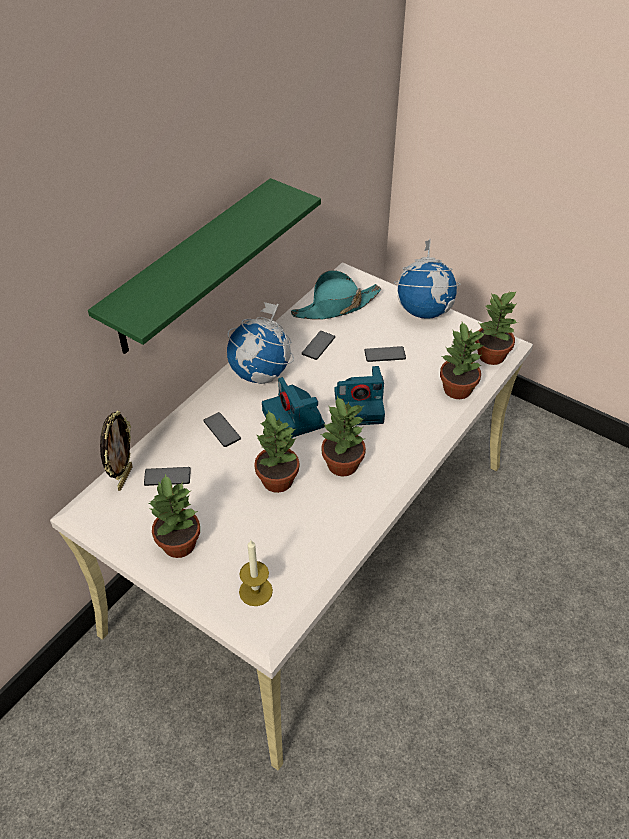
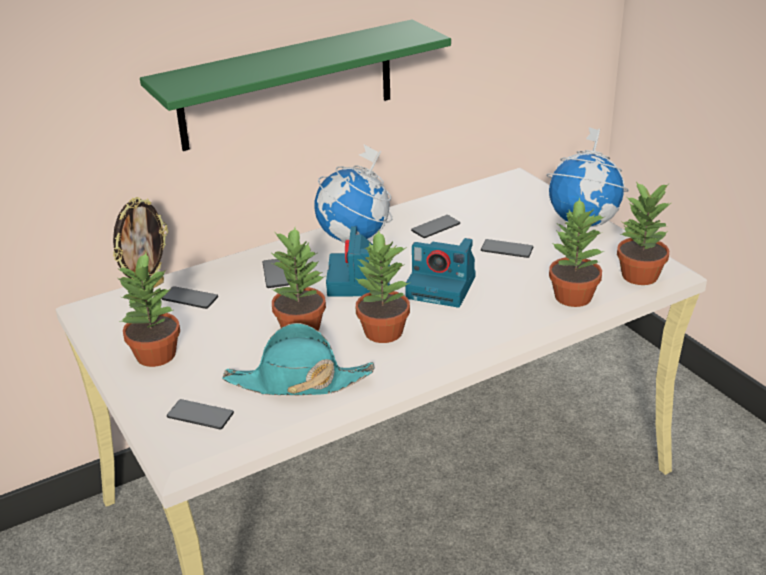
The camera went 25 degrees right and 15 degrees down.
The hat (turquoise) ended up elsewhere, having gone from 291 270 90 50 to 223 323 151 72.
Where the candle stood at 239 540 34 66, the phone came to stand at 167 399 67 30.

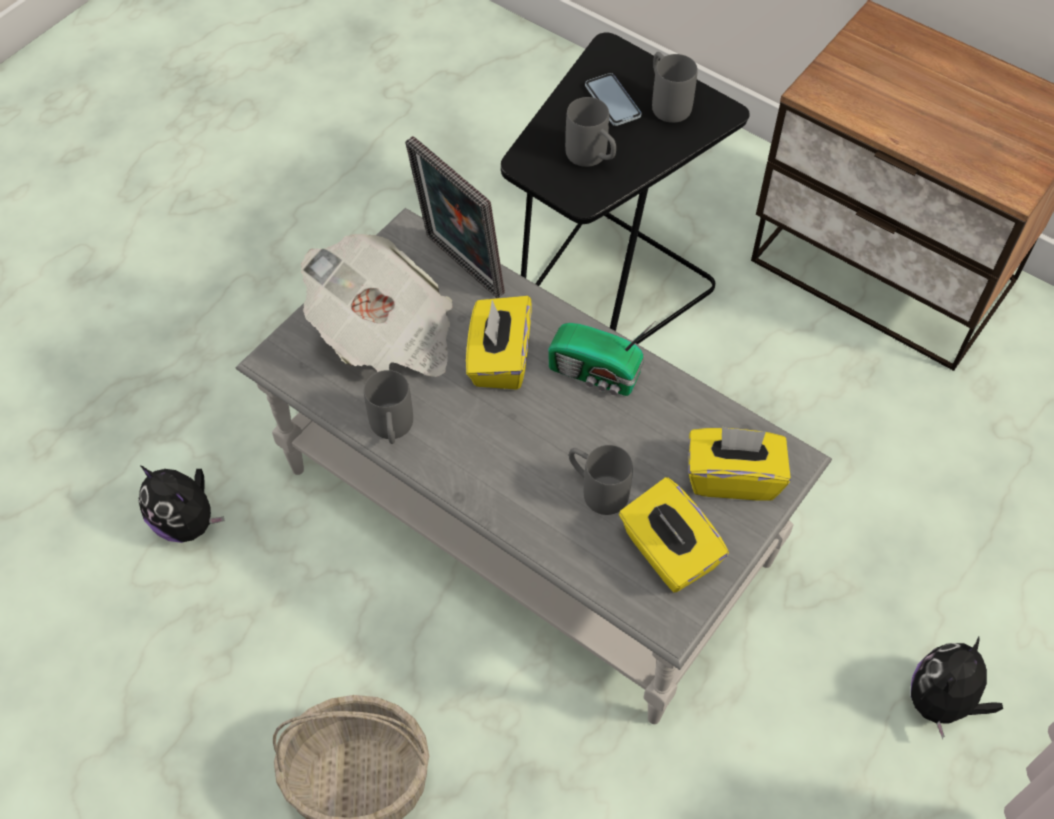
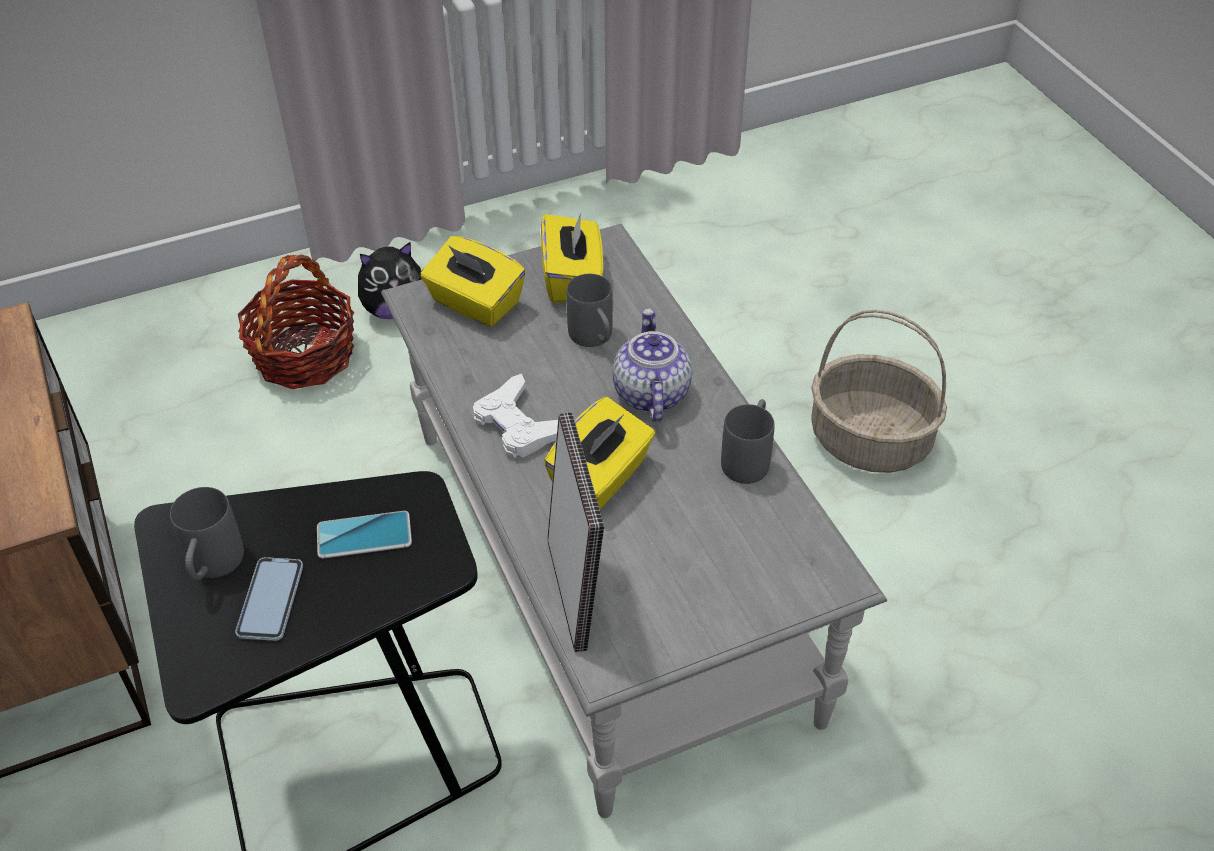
The camera went 150 degrees left and 10 degrees down.
Where the mug (grey) stood at 565 97 51 70, the phone came to stand at 317 511 95 48.
The second view lost the newspaper at 301 234 152 143.
Where the radio stood at 548 321 108 75, the game controller (white) came to stand at 473 374 85 84.
The second view lost the plush toy at 138 465 87 78.
The second view gained the basket at 238 255 116 134.
The second view gained the teapot at 613 308 79 114.

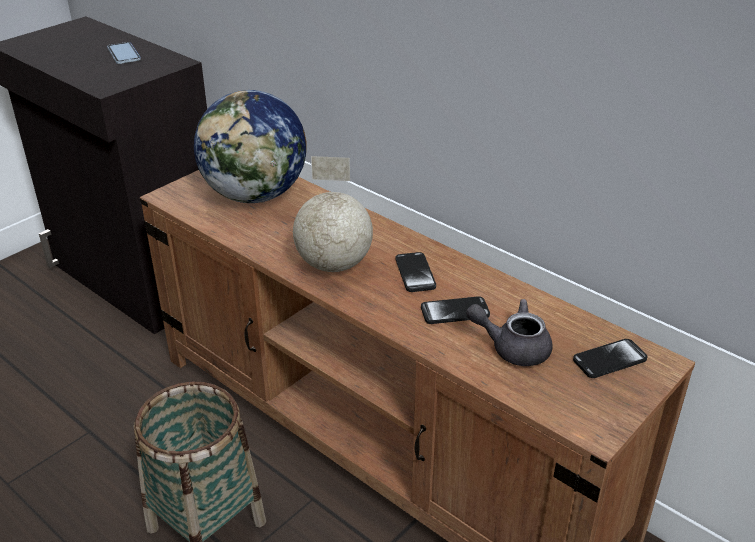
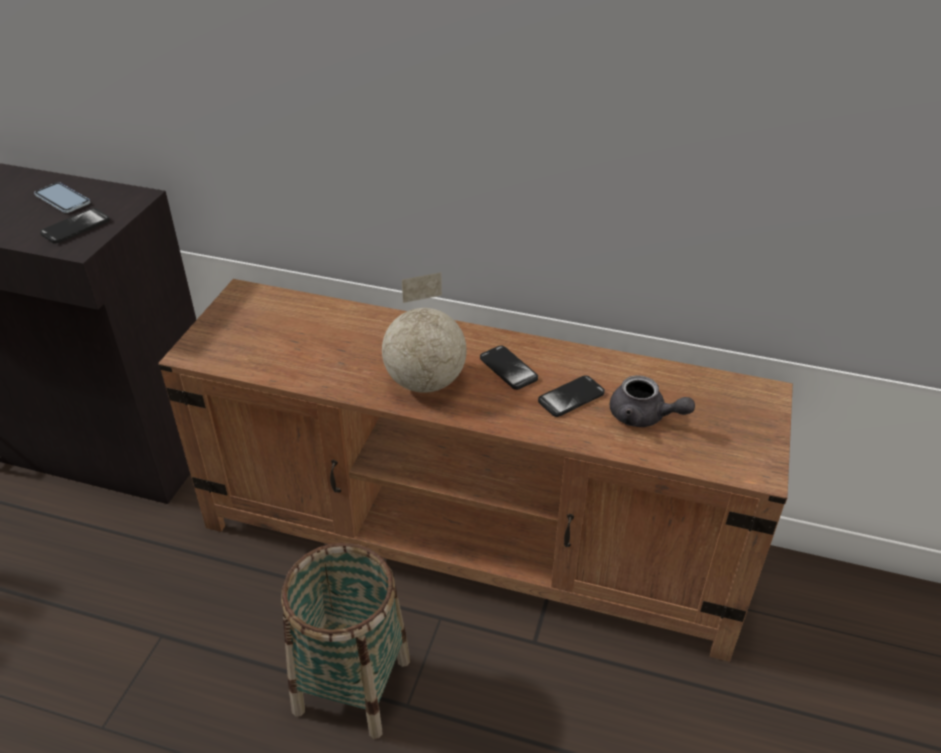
The camera went 25 degrees left and 5 degrees up.
The second view lost the globe at 194 90 113 113.
The teapot (grey) at 466 299 87 67 ended up facing another way, 135 degrees counterclockwise from before.
The phone ended up elsewhere, having gone from 573 339 75 39 to 40 208 70 36.

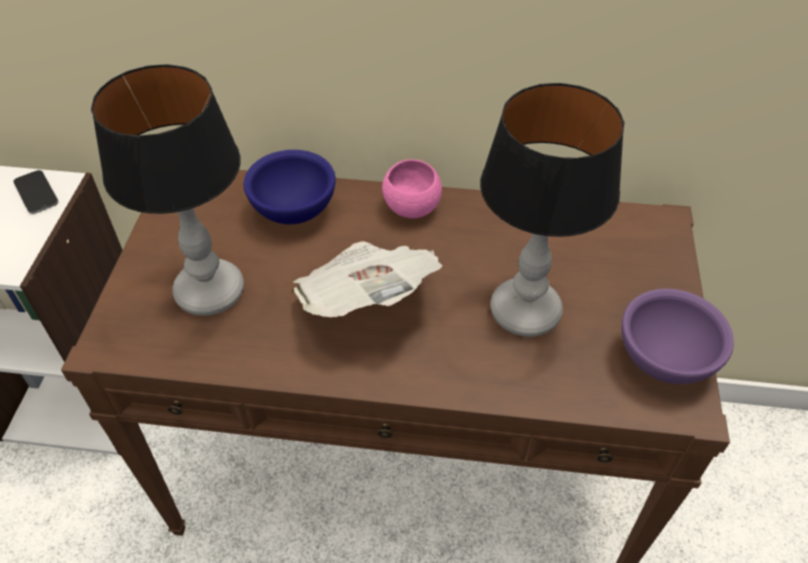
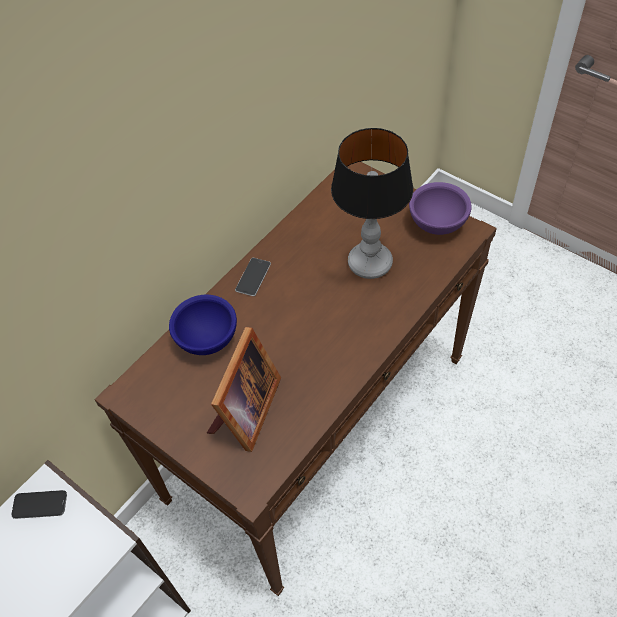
The camera went 55 degrees left and 5 degrees up.
Where the table lamp stood at 91 64 153 252, the picture frame came to stand at 207 327 74 125.
Where the bowl (pink) stood at 382 159 60 59, the phone came to stand at 235 258 36 38.
The second view lost the newspaper at 294 241 148 76.

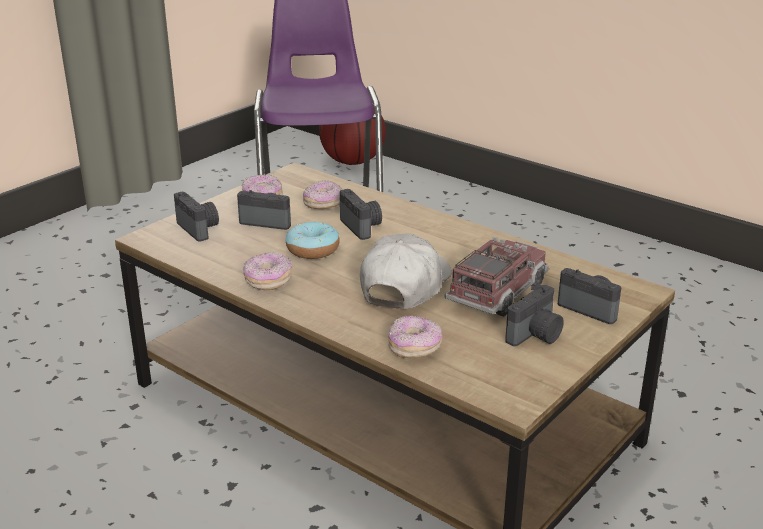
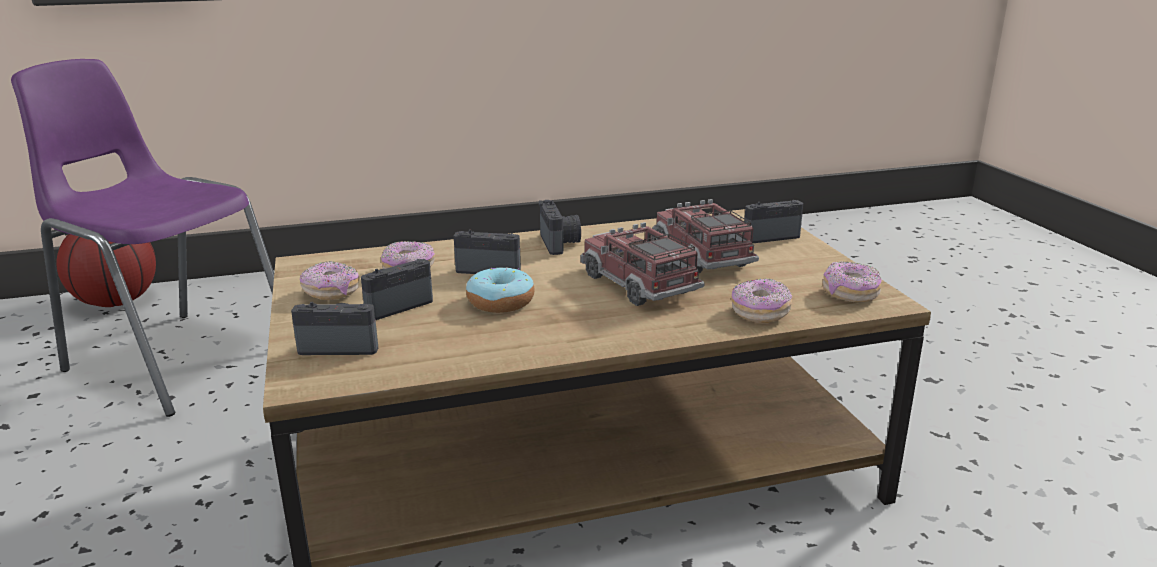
The camera went 55 degrees left and 5 degrees down.
Where the cap (white) stood at 360 233 92 76, the toy truck came to stand at 580 222 125 84.
The donut ended up elsewhere, having gone from 243 252 49 38 to 822 261 59 41.
The photo camera ended up elsewhere, having gone from 505 284 59 62 to 539 200 42 55.

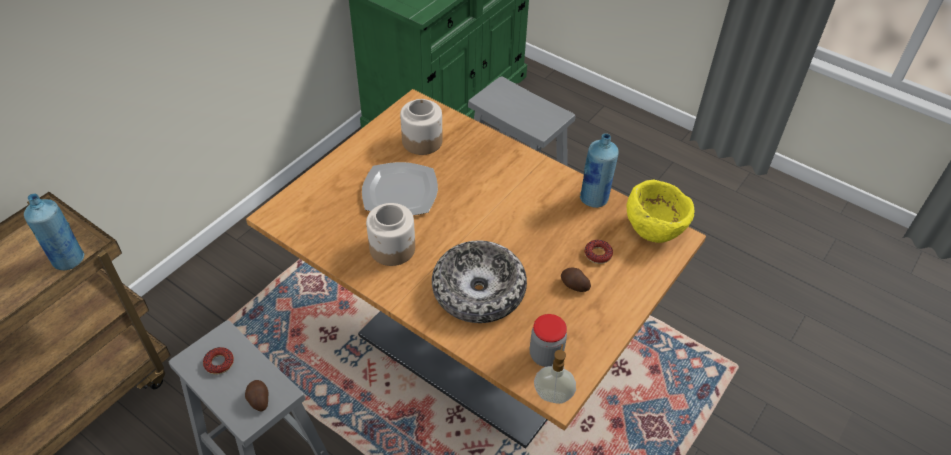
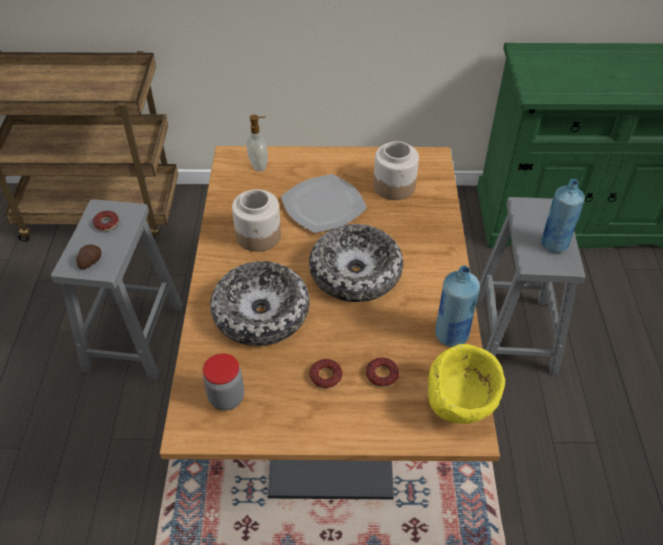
The camera went 55 degrees right and 0 degrees up.
The bottle (blue) ended up elsewhere, having gone from 24 194 60 77 to 541 179 44 74.
Where the potato stood at 561 268 30 24, the donut came to stand at 309 359 34 30.
The soap dispenser ended up elsewhere, having gone from 534 344 42 60 to 246 115 22 57.
The second view gained the bowl at 309 224 94 78.

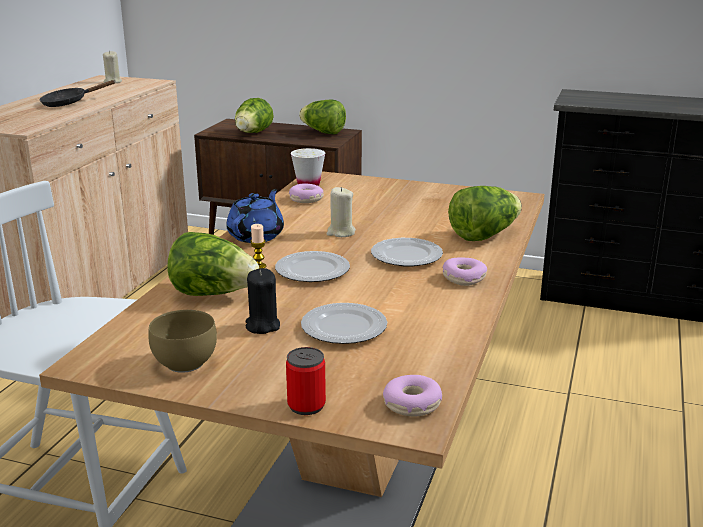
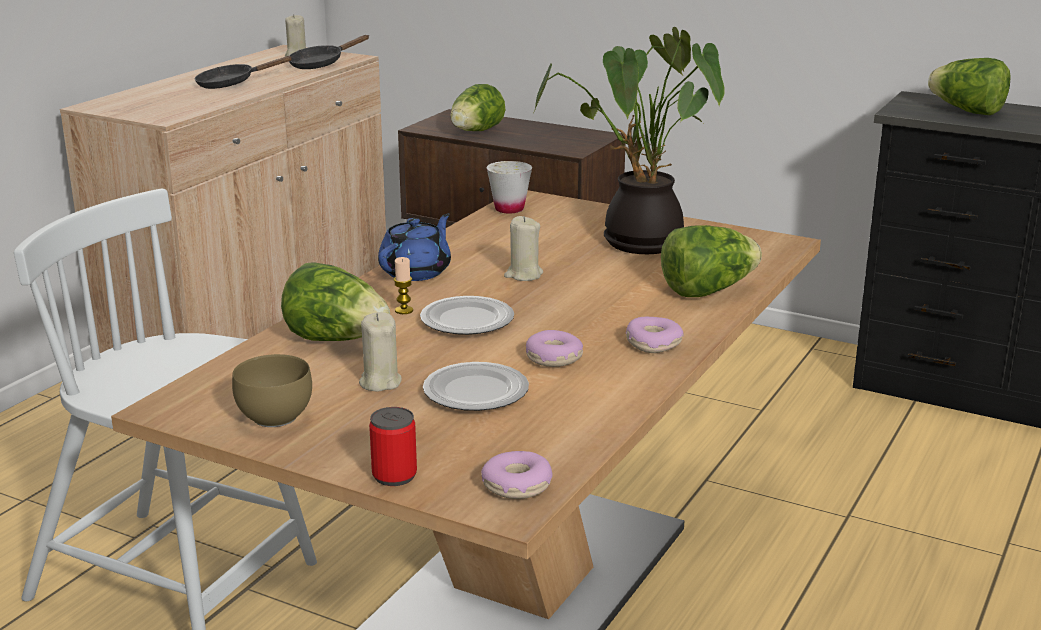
The camera went 10 degrees right and 0 degrees up.
The lettuce ended up elsewhere, having gone from 299 99 47 35 to 928 58 83 57.
The donut ended up elsewhere, having gone from 289 183 35 20 to 526 330 57 37.
The second view lost the plate at 371 238 72 29.
What was the candle (black) at 246 268 34 66 turned into the candle (beige) at 359 312 43 80.
The second view gained the potted plant at 533 27 192 227.
The second view gained the frying pan (black) at 289 35 80 34.

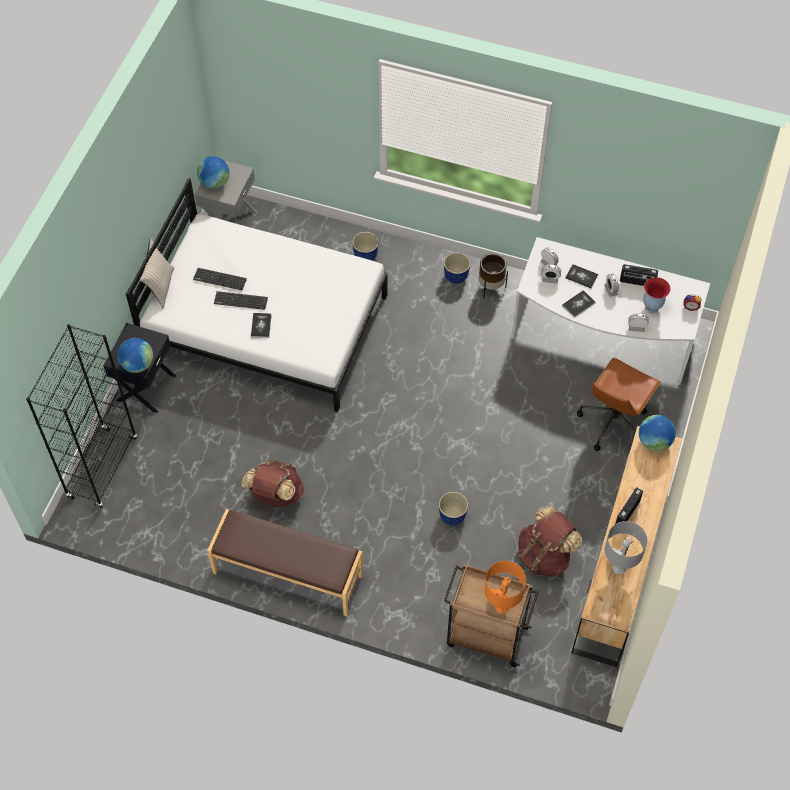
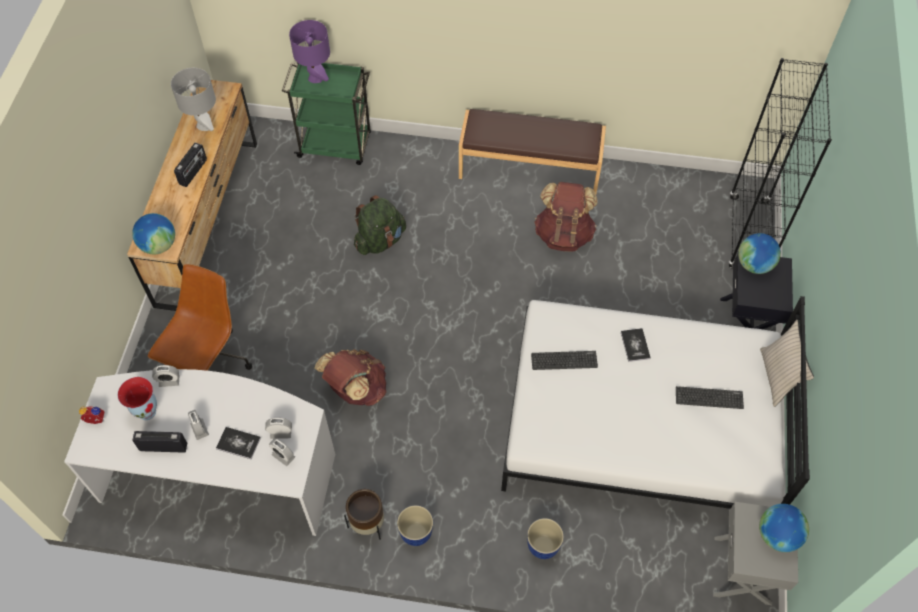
The camera went 170 degrees right and 0 degrees up.
The second view lost the book at 562 290 33 27.
The keyboard ended up elsewhere, having gone from 214 291 54 19 to 531 351 67 19.
Where the planter stood at 439 492 29 33, the backpack (green) came to stand at 354 195 52 60.
The backpack (brown) ended up elsewhere, having gone from 518 506 64 71 to 315 349 71 57.
What was the table lamp (orange) at 484 561 42 52 turned into the table lamp (purple) at 289 20 41 63.
What was the cart (brown) at 444 564 95 103 turned into the cart (green) at 282 62 89 103.

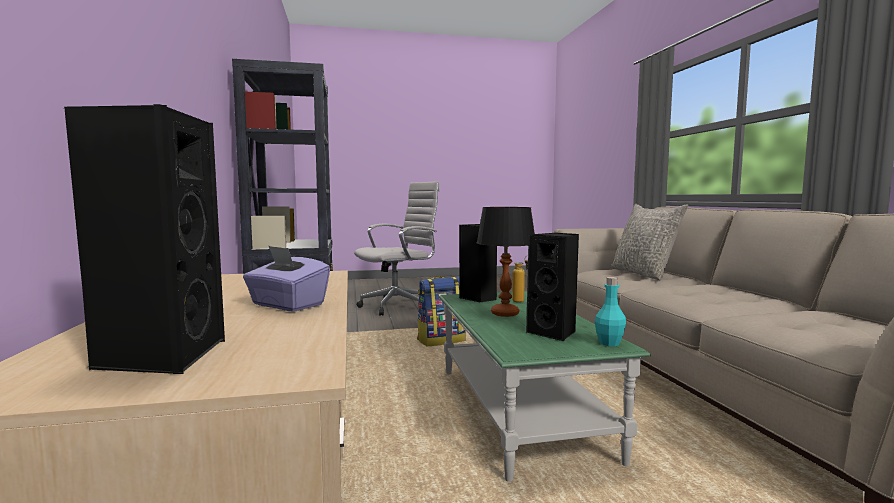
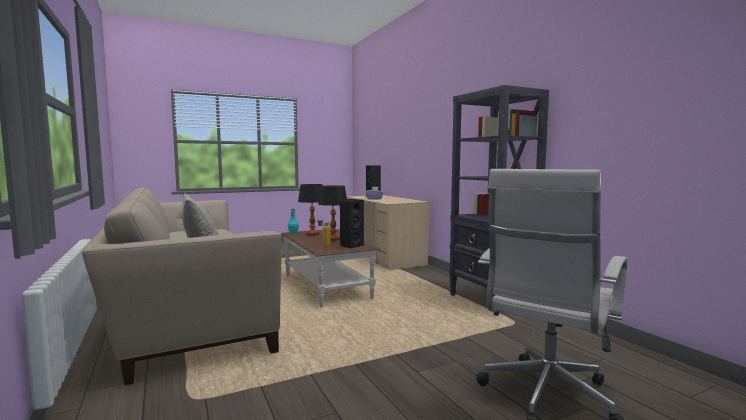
The camera went 165 degrees right and 0 degrees up.
Where the speaker (black) stood at 526 233 53 108, the table lamp came to stand at 298 184 25 52.
The second view lost the backpack at 417 277 49 69.
What was the coffee table (green) at 439 291 212 191 turned into the coffee table (brown) at 281 229 99 78.

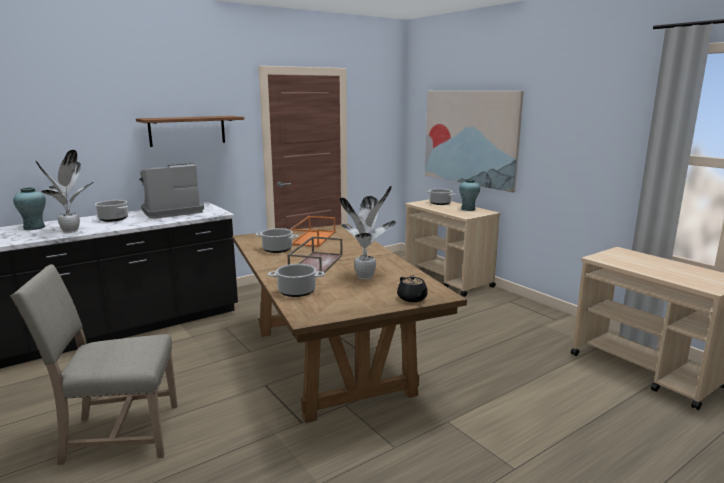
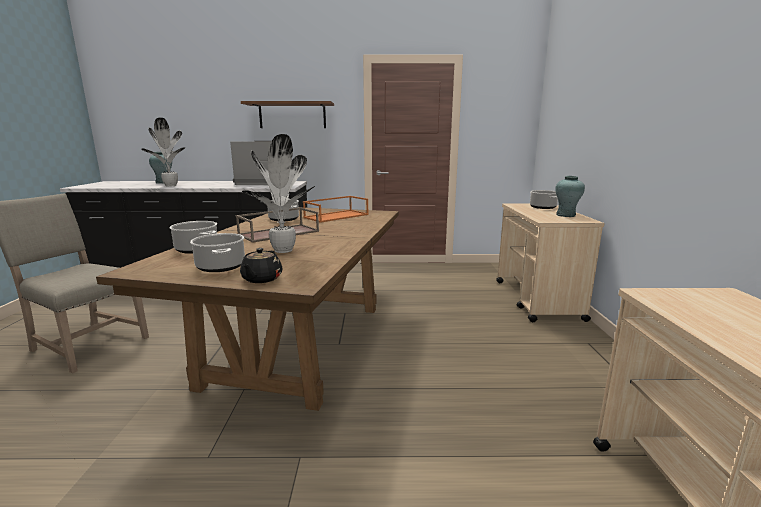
The camera went 35 degrees right and 0 degrees up.
The second view lost the picture at 425 91 99 101.
The cooking pot ended up elsewhere, having gone from 95 200 33 22 to 190 233 55 39.

